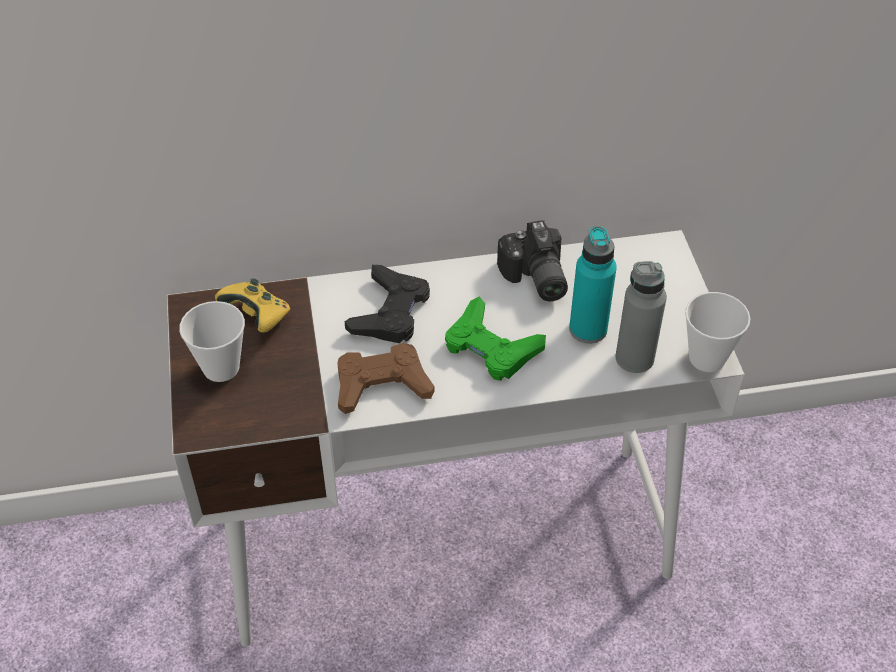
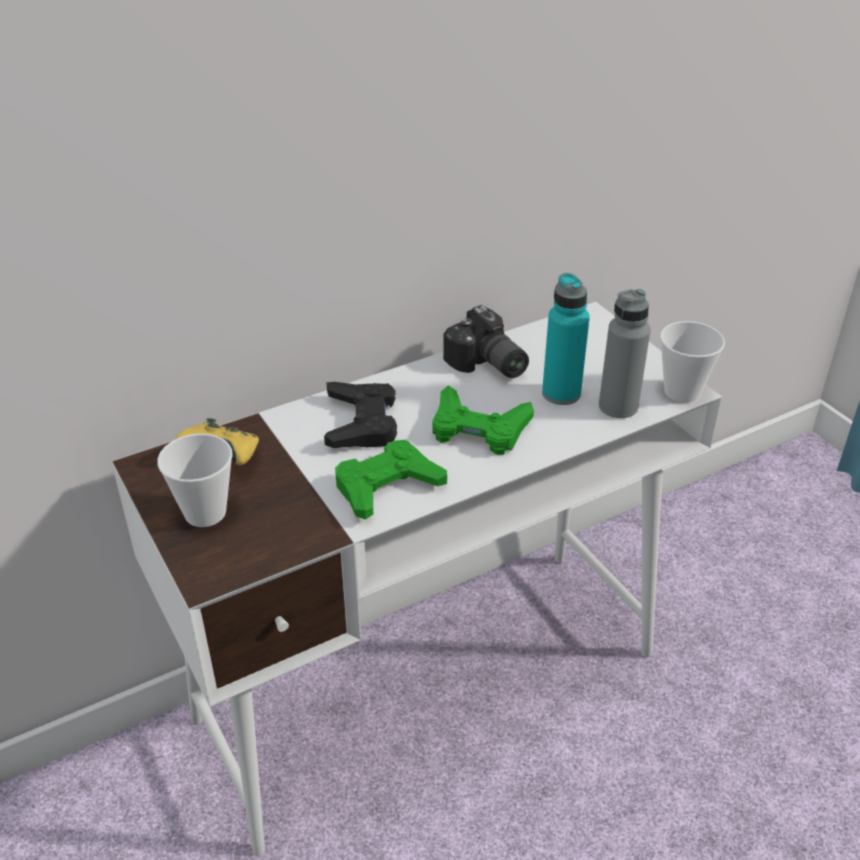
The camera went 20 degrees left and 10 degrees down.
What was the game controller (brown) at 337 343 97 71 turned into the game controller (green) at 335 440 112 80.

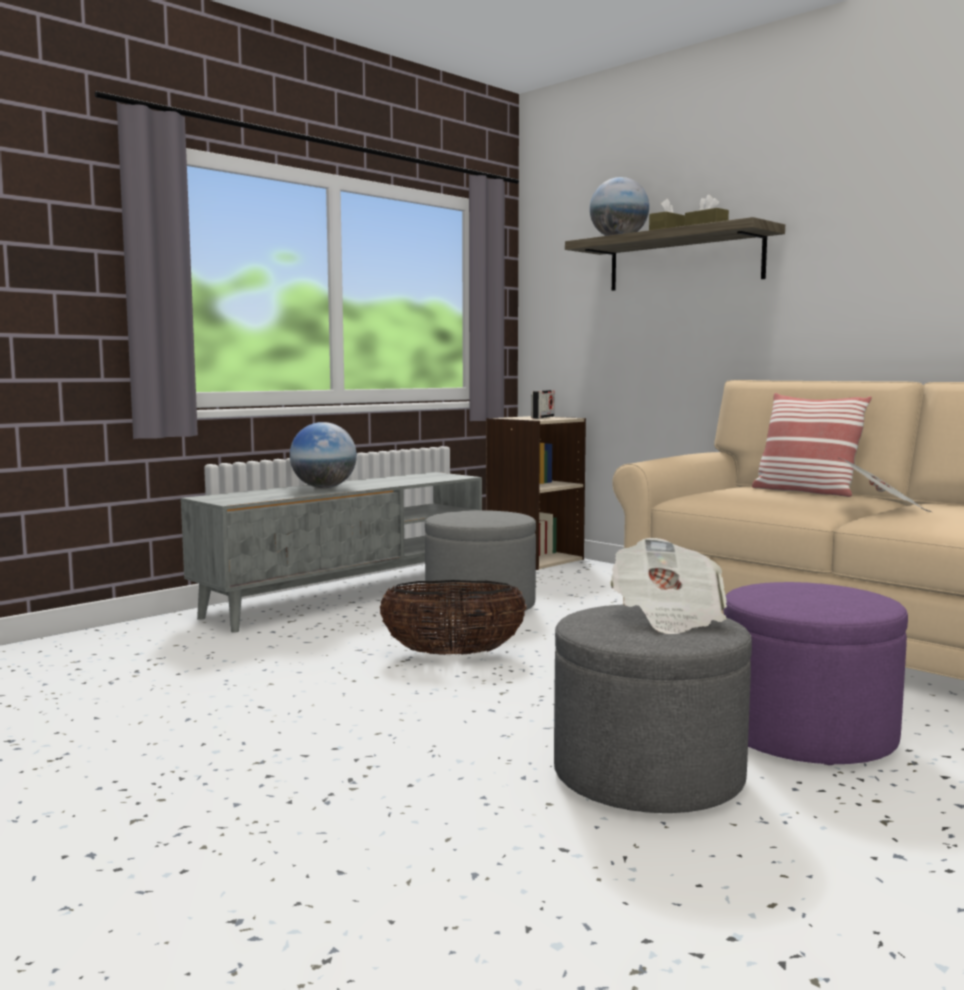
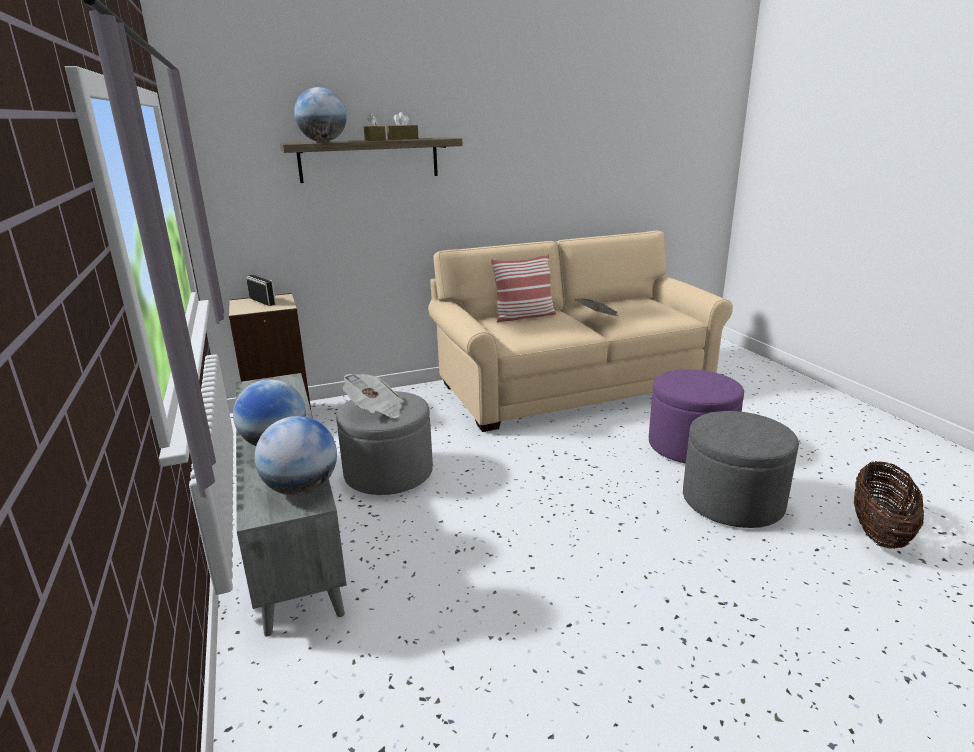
The camera went 65 degrees left and 15 degrees up.
The newspaper ended up elsewhere, having gone from 610 538 117 96 to 343 374 60 44.
The basket ended up elsewhere, having gone from 380 580 146 76 to 854 461 70 88.
The second view gained the globe at 255 416 82 80.

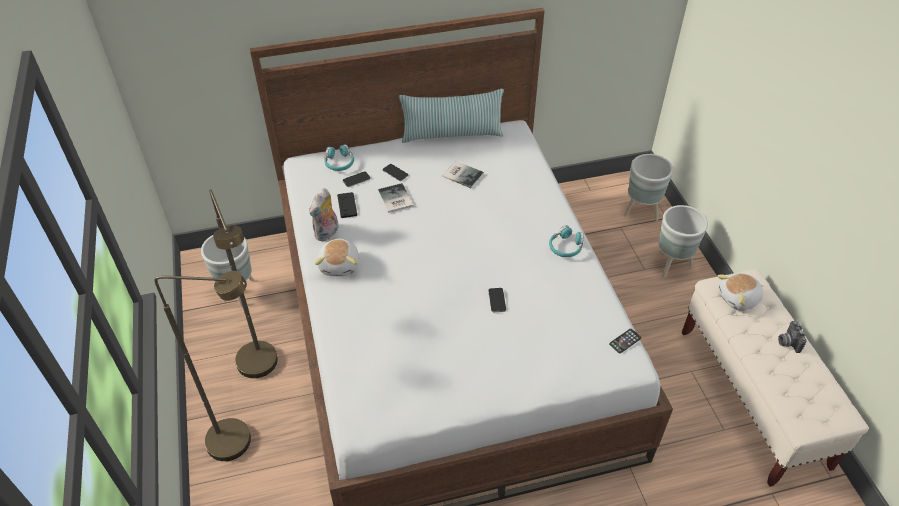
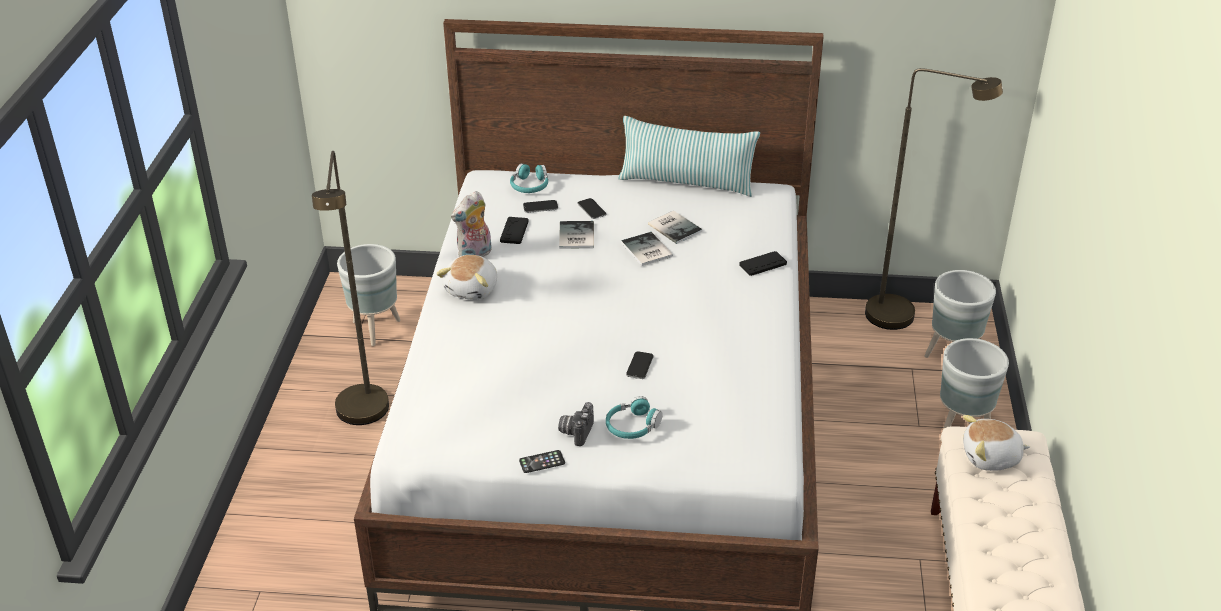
The camera went 20 degrees right and 10 degrees down.
The headphones (turquoise) ended up elsewhere, having gone from 549 225 35 32 to 606 396 57 43.
The floor lamp (brown) ended up elsewhere, having gone from 155 271 96 190 to 865 68 138 262.
The photo camera ended up elsewhere, having gone from 778 321 29 32 to 558 402 36 44.
The phone ended up elsewhere, having gone from 609 329 32 24 to 519 450 46 23.
The second view gained the book at 621 232 52 34.
The second view gained the game controller (black) at 739 251 48 25.

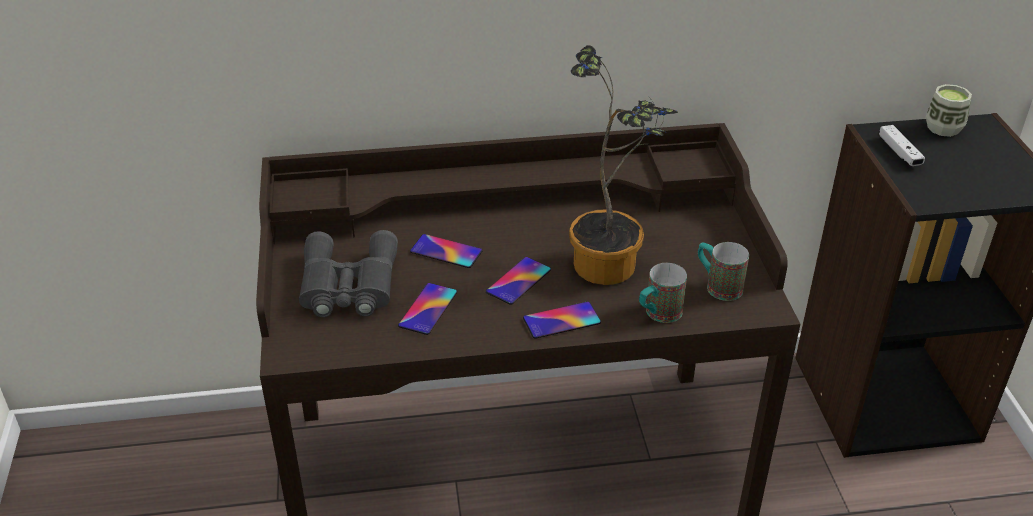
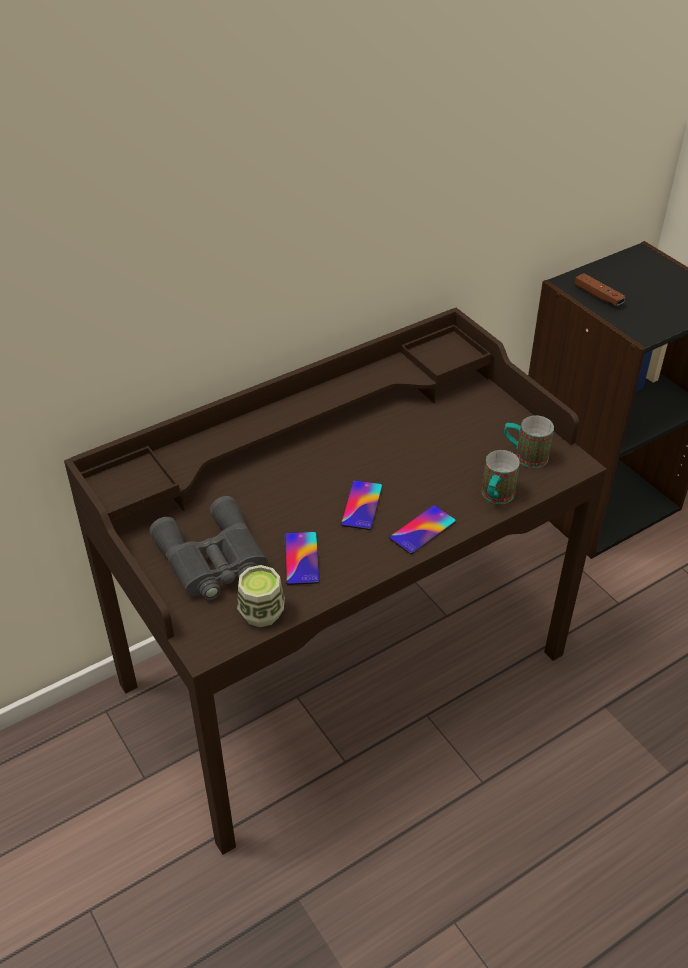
The camera went 25 degrees left and 5 degrees up.
The second view lost the potted plant at 569 45 109 240.
The cup ended up elsewhere, having gone from 926 84 46 53 to 237 565 48 62.
What was the game controller (white) at 879 125 46 41 turned into the game controller (brown) at 575 273 50 33.
The second view lost the phone at 410 234 73 34.

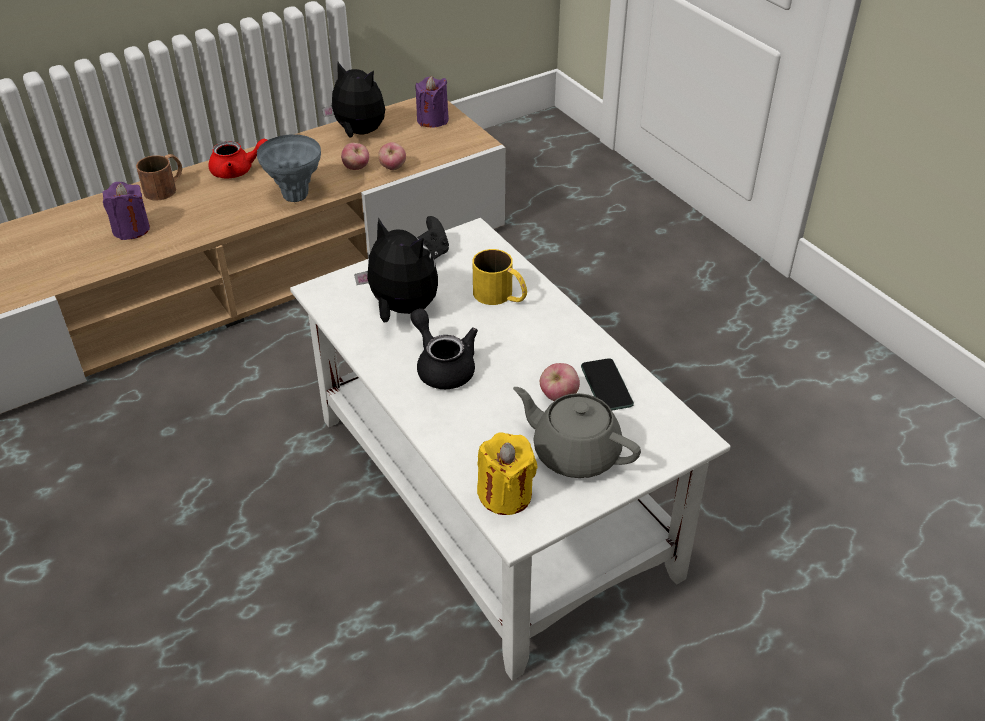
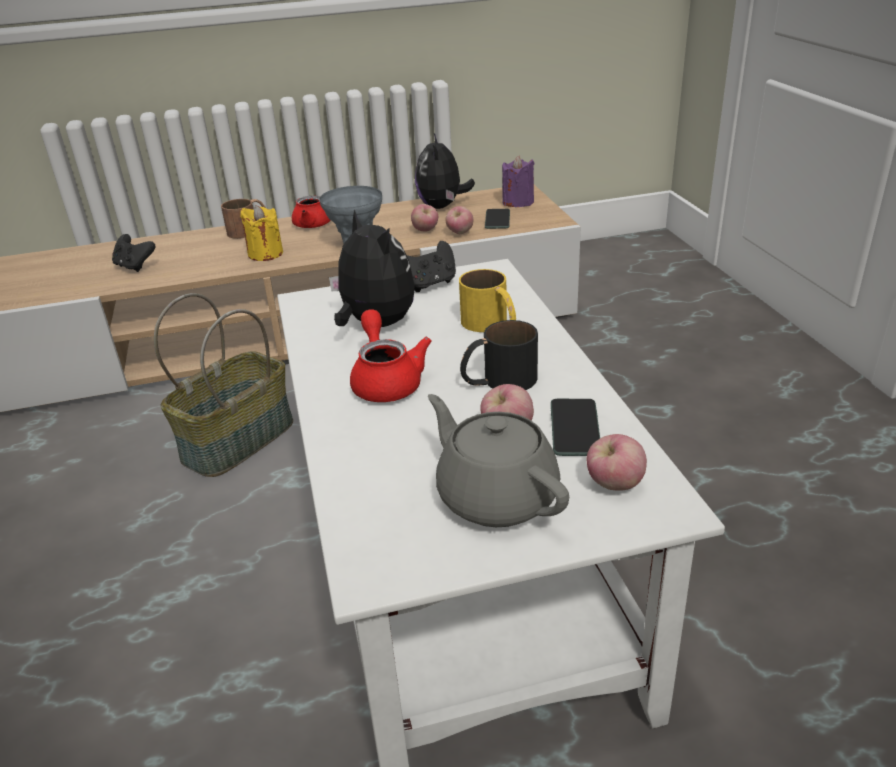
The camera went 20 degrees right and 10 degrees down.
The plush toy at 322 62 63 76 ended up facing another way, 135 degrees counterclockwise from before.
The second view lost the candle (purple) at 103 182 47 58.
What was the teapot (black) at 410 308 68 81 turned into the teapot (red) at 350 309 82 93.
The candle (yellow) ended up elsewhere, having gone from 477 432 61 83 to 241 205 42 56.
The second view gained the phone at 485 209 25 20.
The second view gained the game controller (black) at 112 234 43 38.
The second view gained the basket at 154 293 139 184.
The second view gained the mug (black) at 460 320 78 70.
The second view gained the apple at 586 434 61 57.

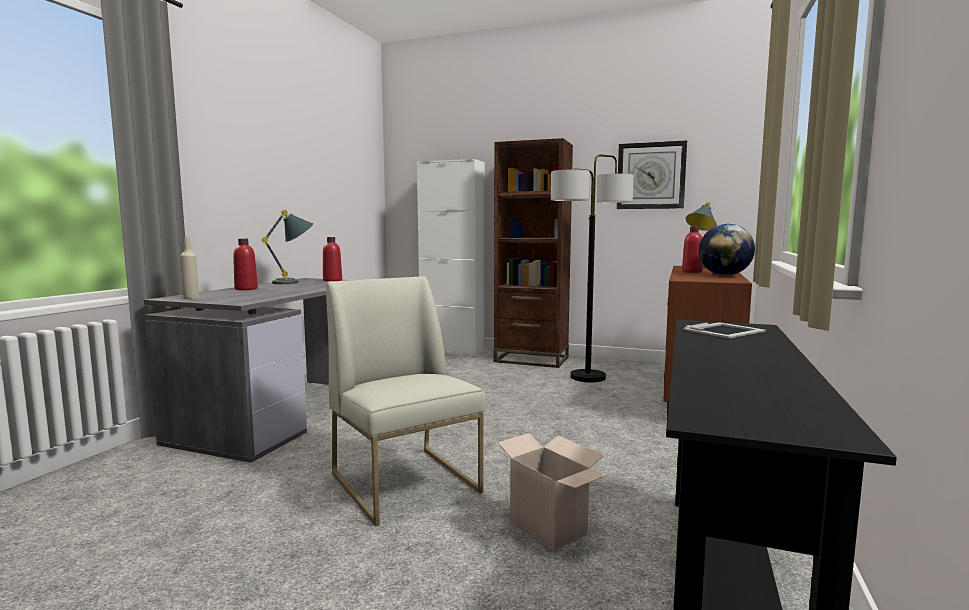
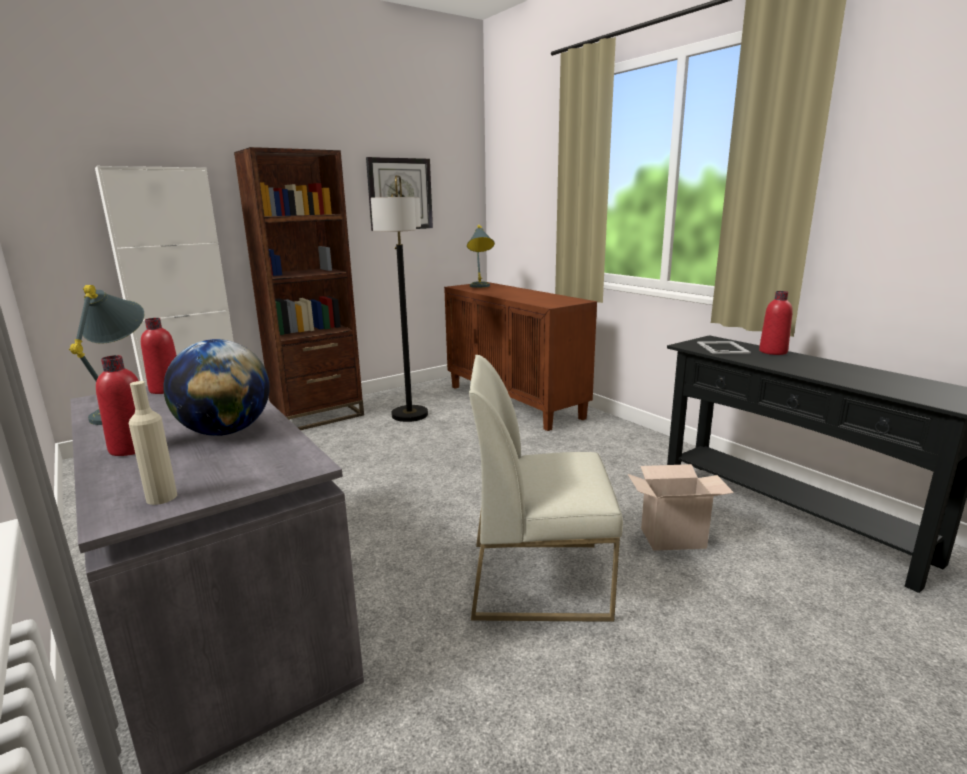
The camera went 55 degrees left and 10 degrees up.
The globe ended up elsewhere, having gone from 699 224 56 52 to 163 339 107 97.
The bottle (red) ended up elsewhere, having gone from 682 227 21 46 to 759 291 34 64.

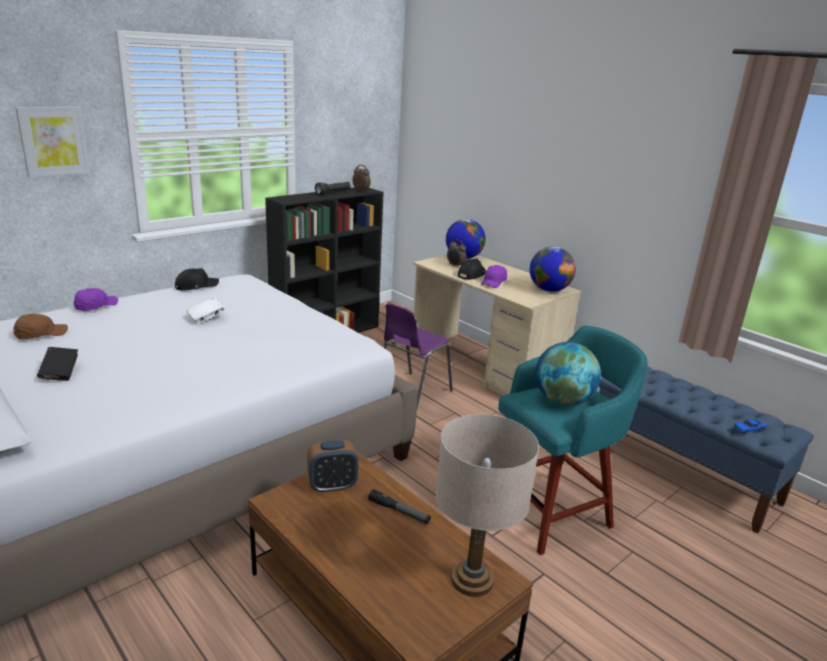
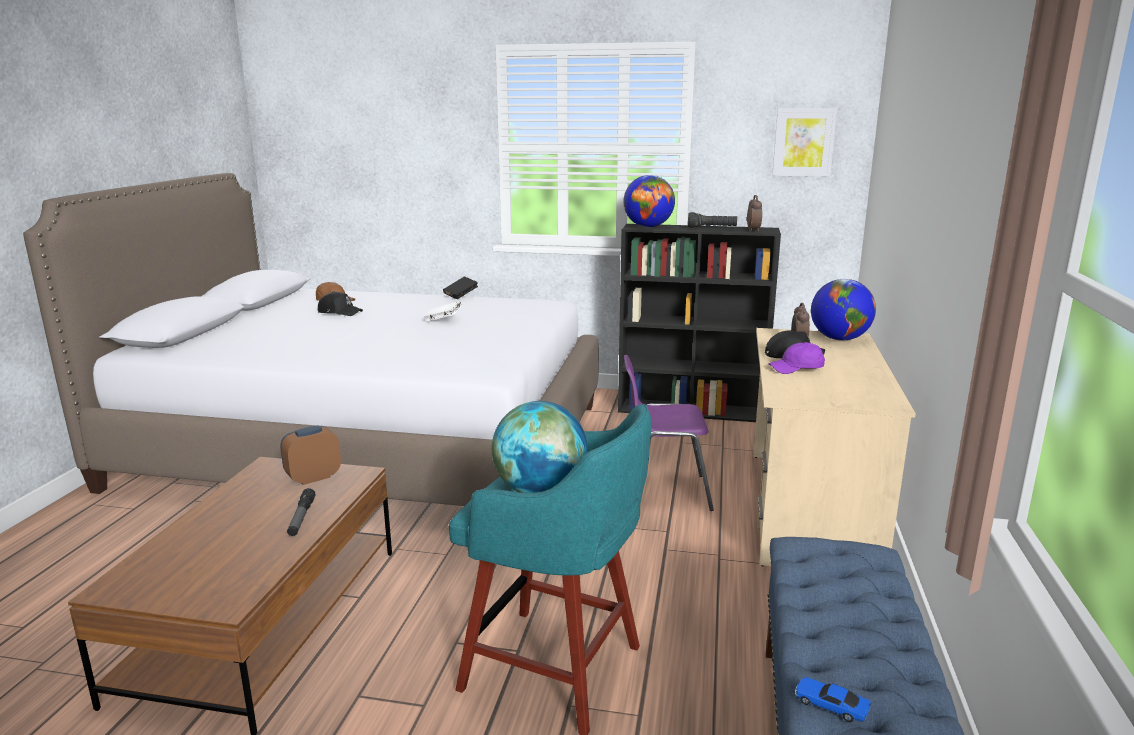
The camera went 55 degrees right and 5 degrees down.
The picture ended up elsewhere, having gone from 15 107 75 71 to 772 108 65 69.
The globe ended up elsewhere, having gone from 530 247 46 45 to 623 175 52 52.
The cap (black) ended up elsewhere, having gone from 175 268 44 23 to 317 291 46 25.
The second view lost the cap (purple) at 74 288 44 23.
The book (black) ended up elsewhere, having gone from 37 347 41 34 to 443 277 35 22.
The second view lost the table lamp (beige) at 436 414 103 183.
The alarm clock at 307 440 51 53 ended up facing another way, 105 degrees clockwise from before.

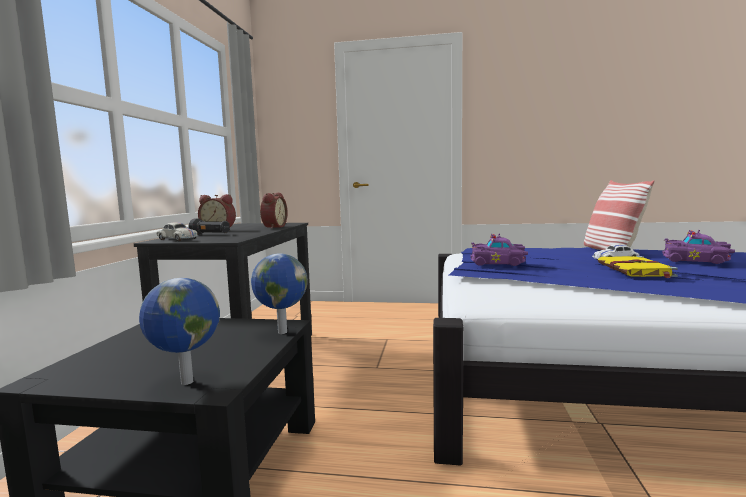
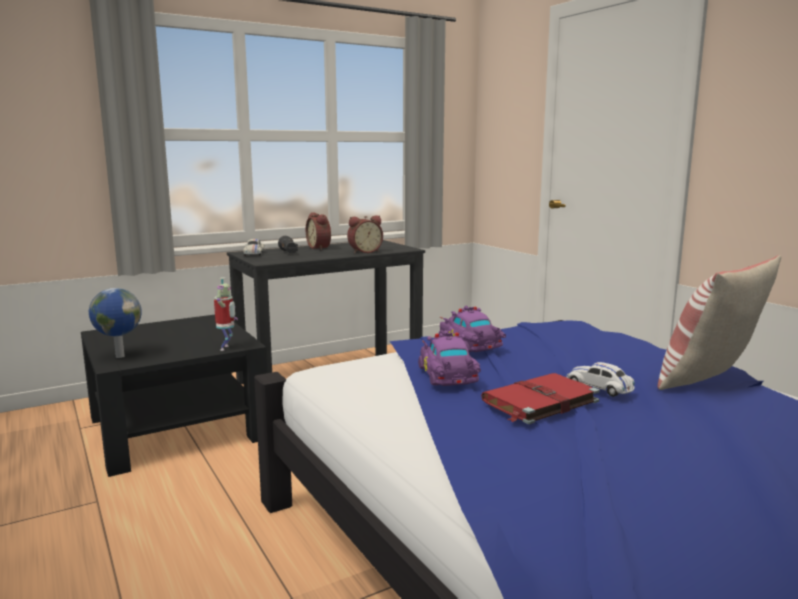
The camera went 50 degrees right and 5 degrees up.
The toy car (purple) ended up elsewhere, having gone from 662 230 73 34 to 418 330 63 56.
Where the globe stood at 251 253 57 81, the toy robot came to stand at 214 278 24 73.
What was the book (yellow) at 598 256 80 22 turned into the book (red) at 481 373 119 51.

